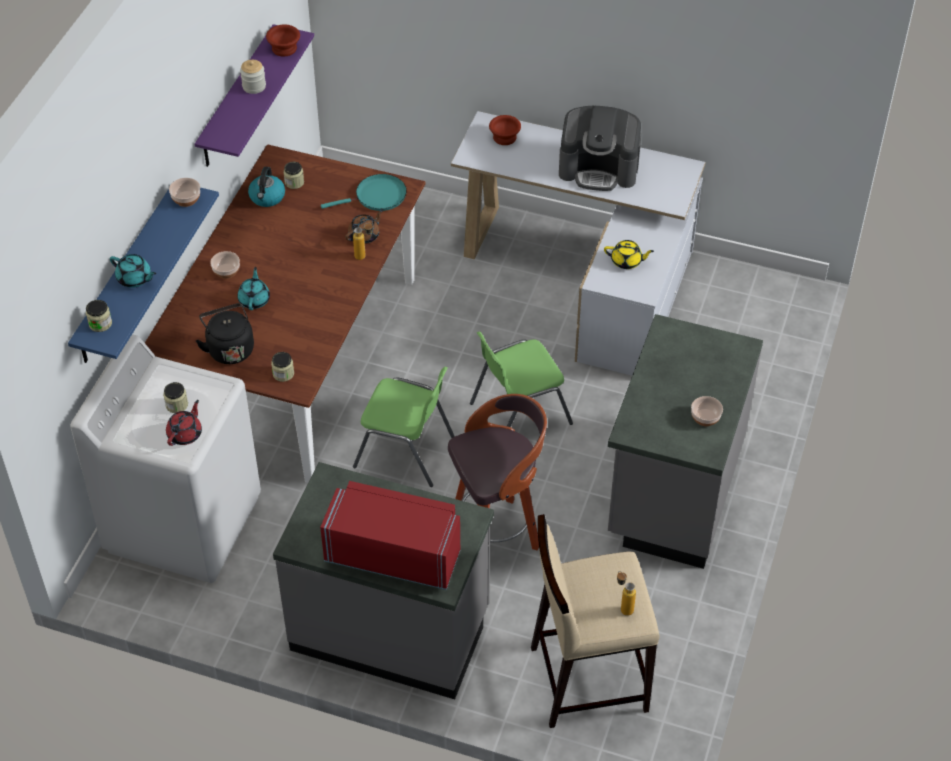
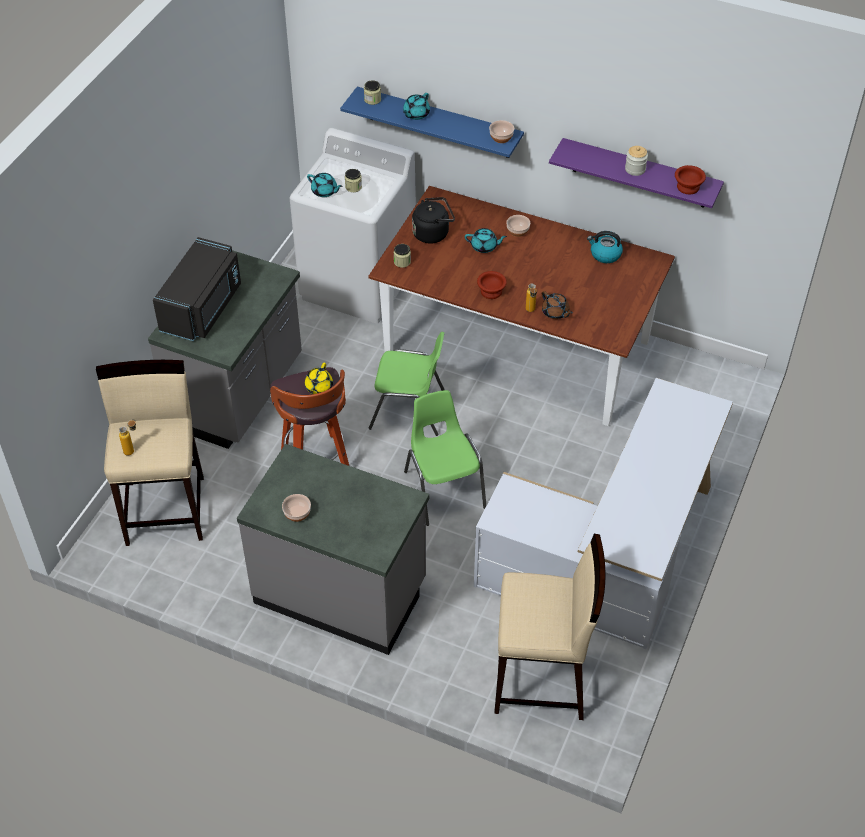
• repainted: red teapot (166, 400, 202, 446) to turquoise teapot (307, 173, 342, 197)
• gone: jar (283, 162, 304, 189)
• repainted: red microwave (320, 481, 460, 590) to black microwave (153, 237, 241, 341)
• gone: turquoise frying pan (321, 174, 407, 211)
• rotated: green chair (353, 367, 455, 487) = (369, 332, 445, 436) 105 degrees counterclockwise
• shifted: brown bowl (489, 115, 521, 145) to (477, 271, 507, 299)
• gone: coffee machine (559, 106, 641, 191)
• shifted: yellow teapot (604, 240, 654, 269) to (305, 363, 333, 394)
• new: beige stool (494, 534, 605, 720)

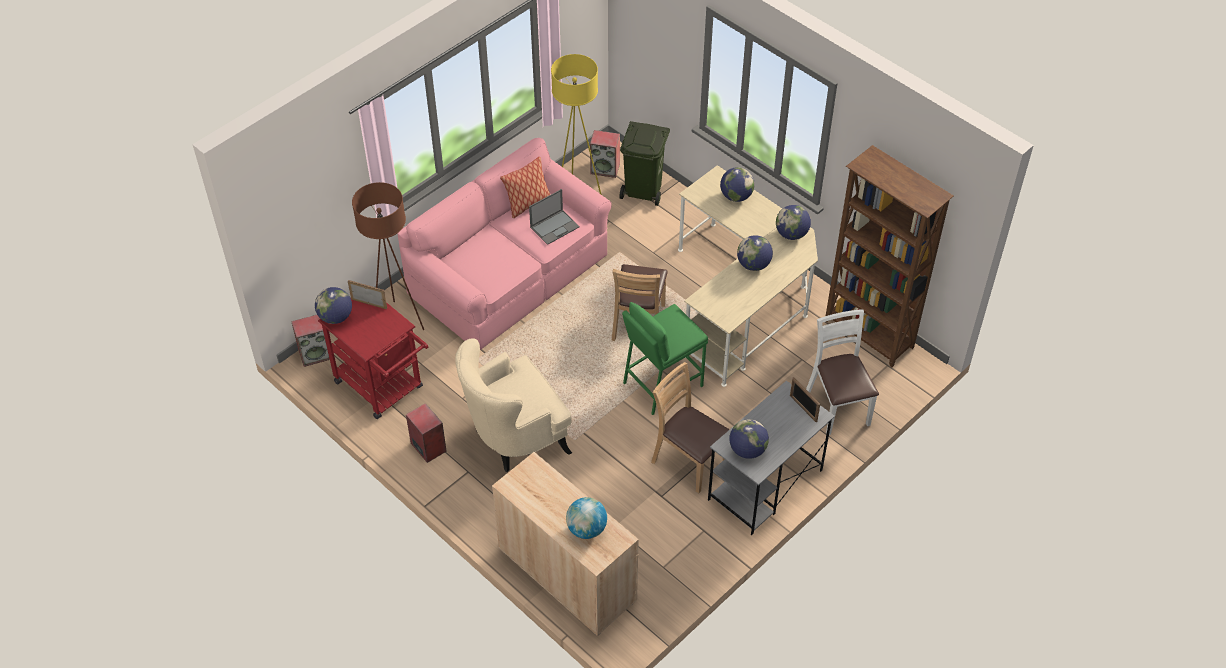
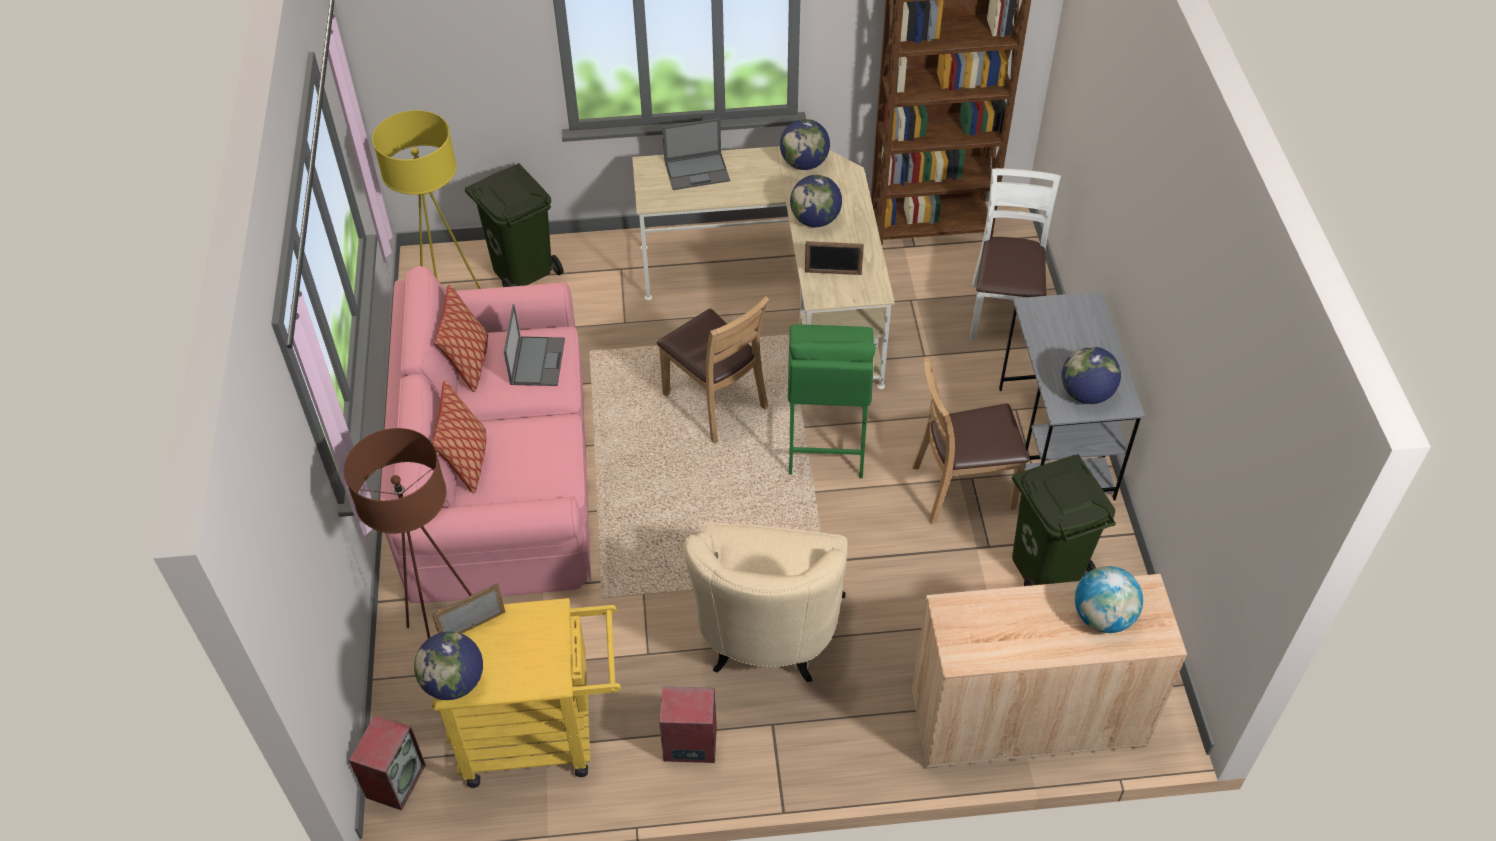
• repainted: red cart (318, 300, 428, 419) to yellow cart (432, 598, 621, 788)
• gone: speaker (590, 130, 620, 178)
• swapped: globe (720, 167, 755, 202) to laptop (662, 118, 730, 190)
• shifted: picture frame (790, 377, 820, 422) to (805, 241, 864, 275)
• rotated: white chair (806, 310, 879, 435) = (970, 168, 1061, 341) 75 degrees clockwise
• new: pillow (432, 381, 486, 493)
• new: green trash can (1012, 454, 1116, 586)

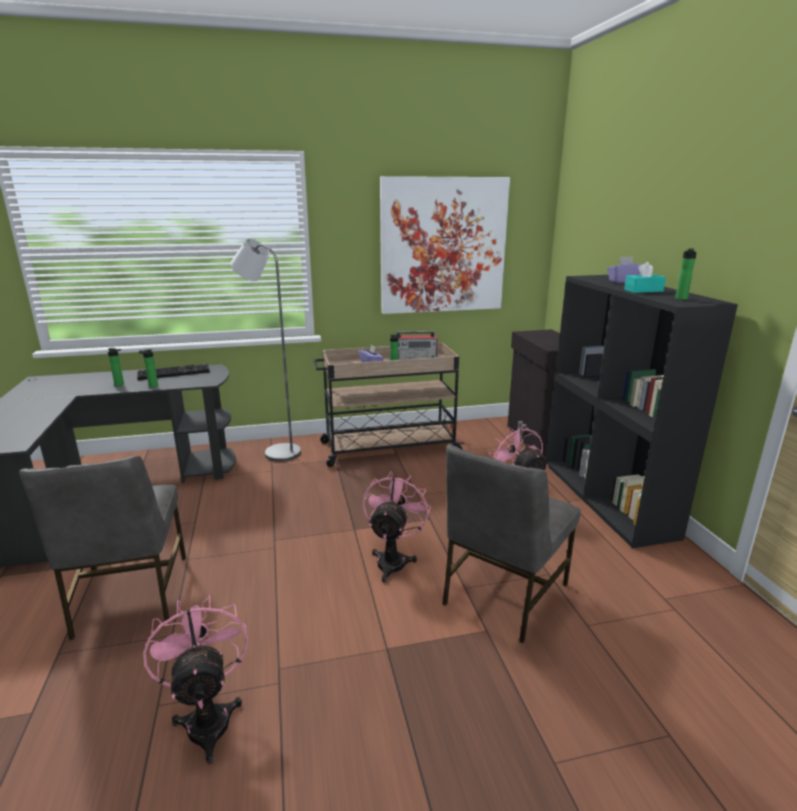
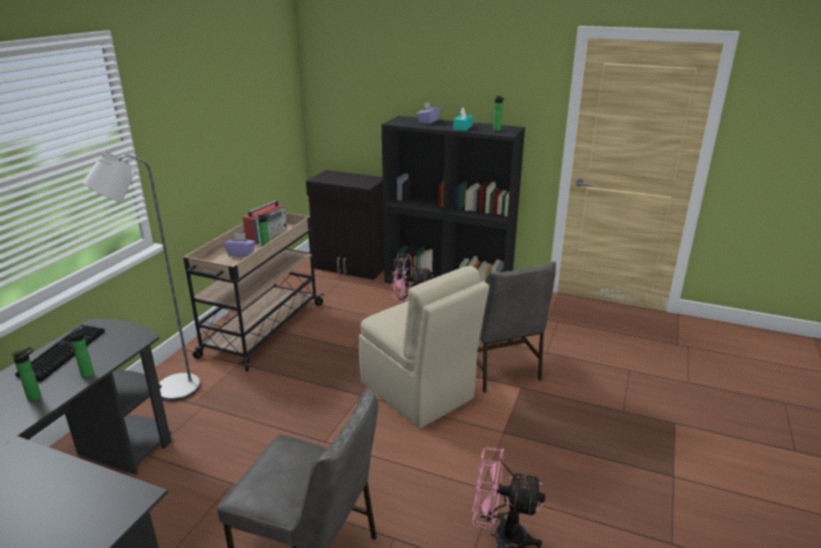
• swapped: pink fan (363, 472, 431, 582) to beige chair (359, 266, 489, 428)
• gone: picture (380, 176, 510, 314)

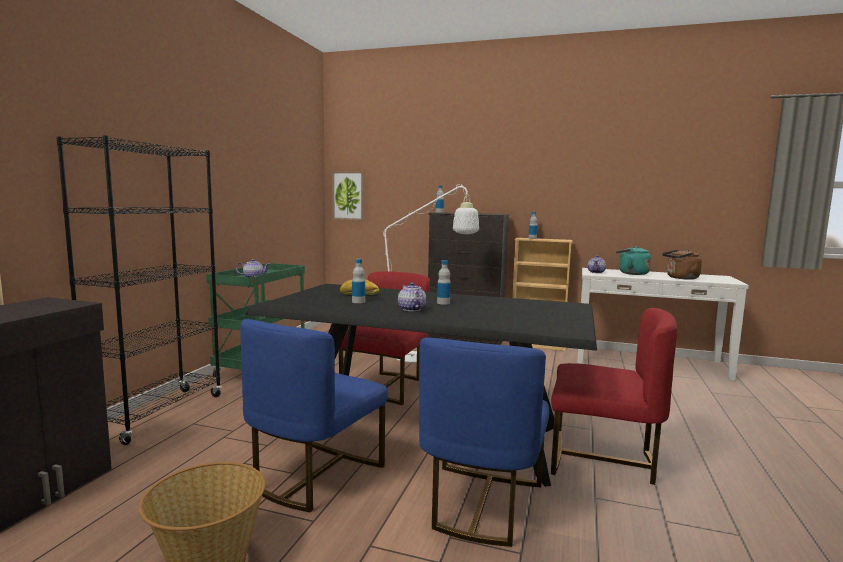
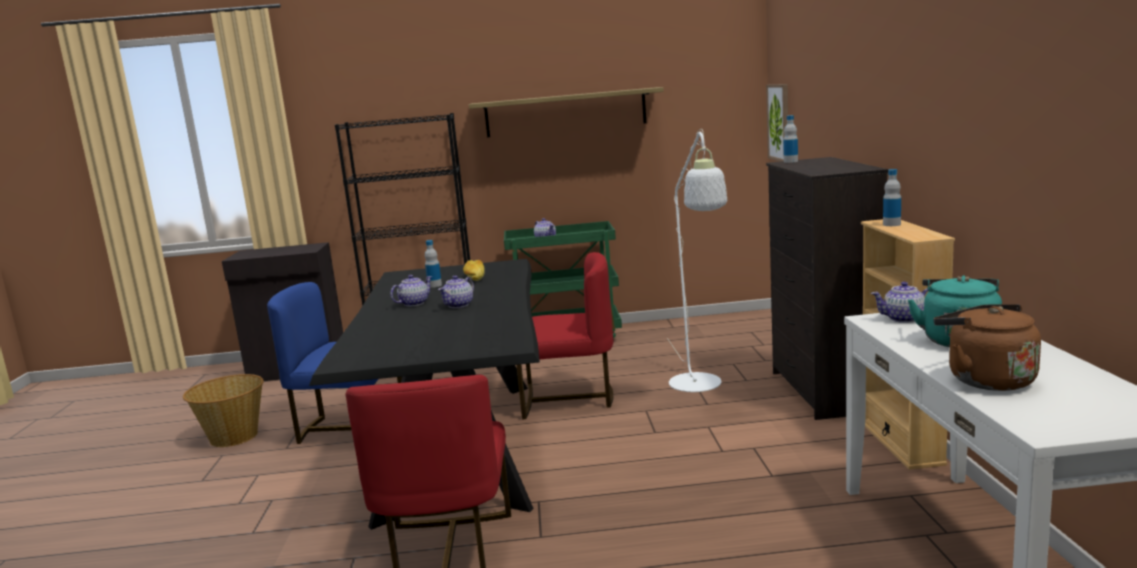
• gone: blue chair (419, 338, 549, 547)
• swapped: bottle (437, 260, 451, 305) to teapot (438, 275, 474, 308)
• new: shelf (469, 87, 664, 137)

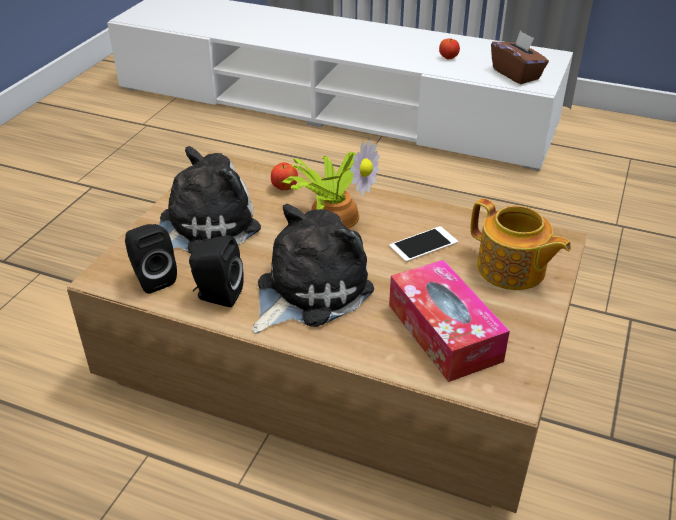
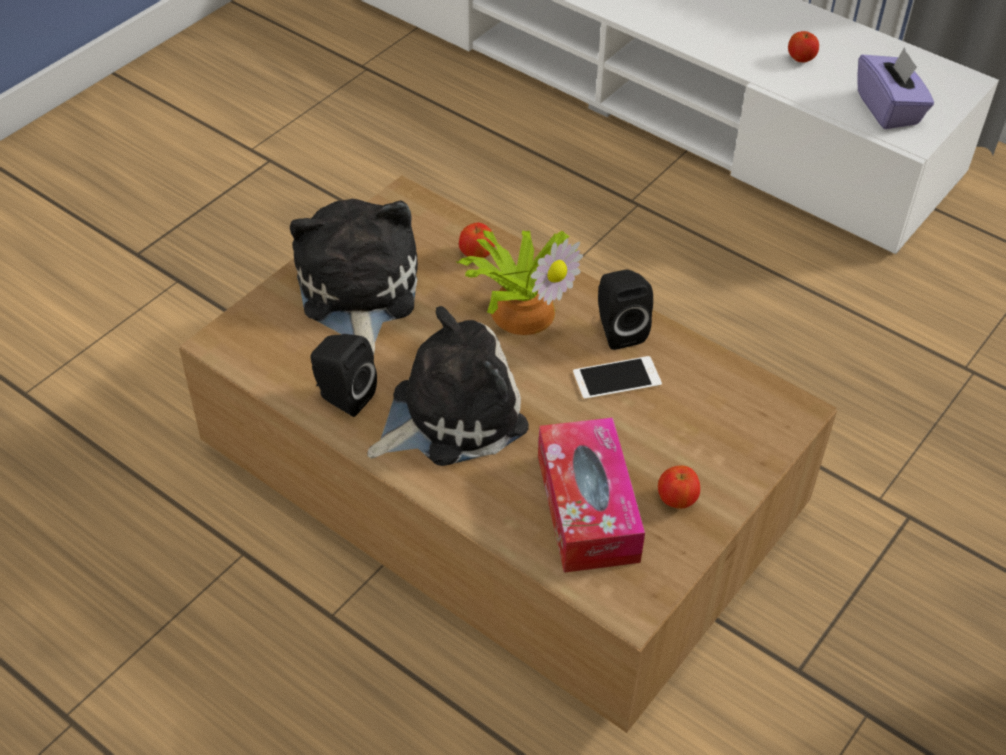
• shifted: black speaker (125, 224, 177, 294) to (598, 270, 653, 350)
• rotated: plush toy (159, 146, 261, 254) = (290, 199, 418, 355) 75 degrees counterclockwise
• gone: teapot (470, 198, 572, 290)
• repainted: brown tissue box (491, 30, 549, 84) to purple tissue box (857, 47, 934, 129)
• new: apple (658, 466, 700, 509)

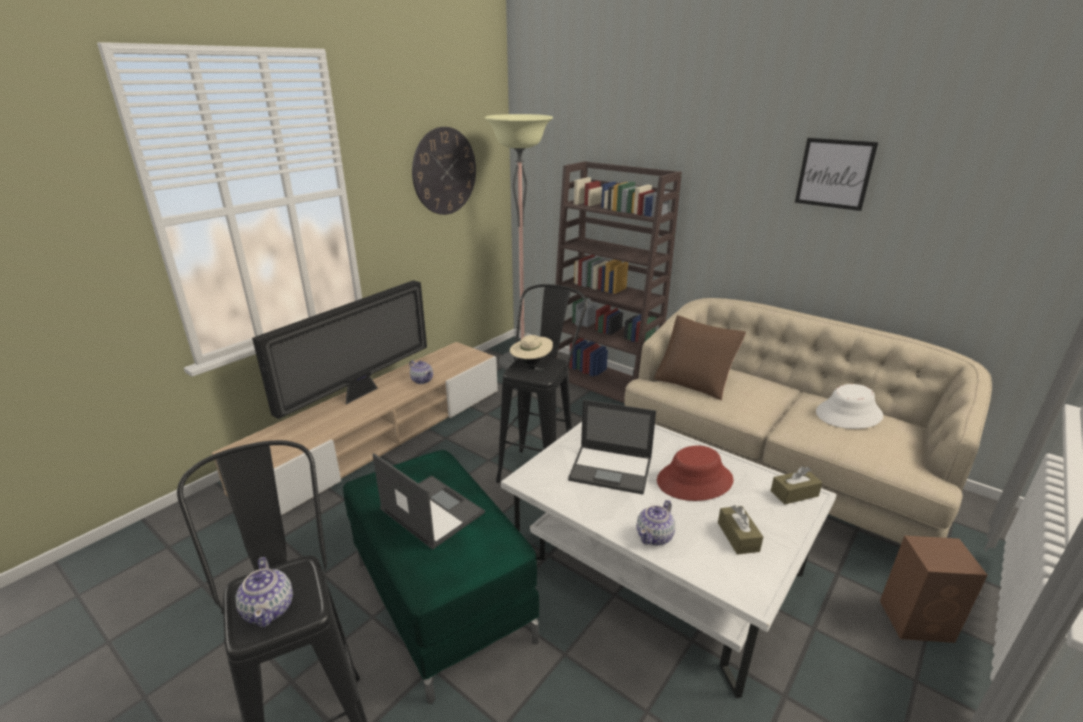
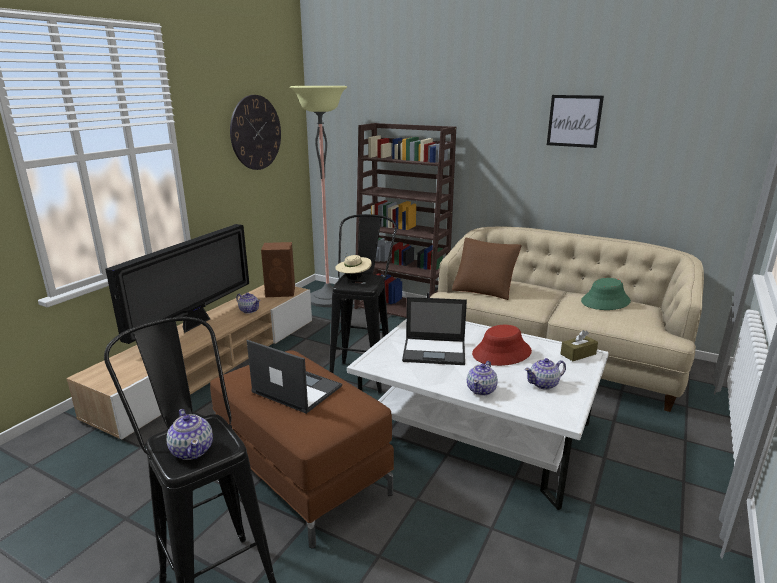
• repainted: green ottoman (343, 450, 539, 704) to brown ottoman (210, 350, 394, 549)
• swapped: brown tissue box (718, 505, 763, 555) to teapot (525, 358, 566, 390)
• repainted: white hat (816, 384, 883, 429) to green hat (581, 278, 631, 310)
• shifted: brown speaker (880, 536, 988, 643) to (261, 242, 295, 297)

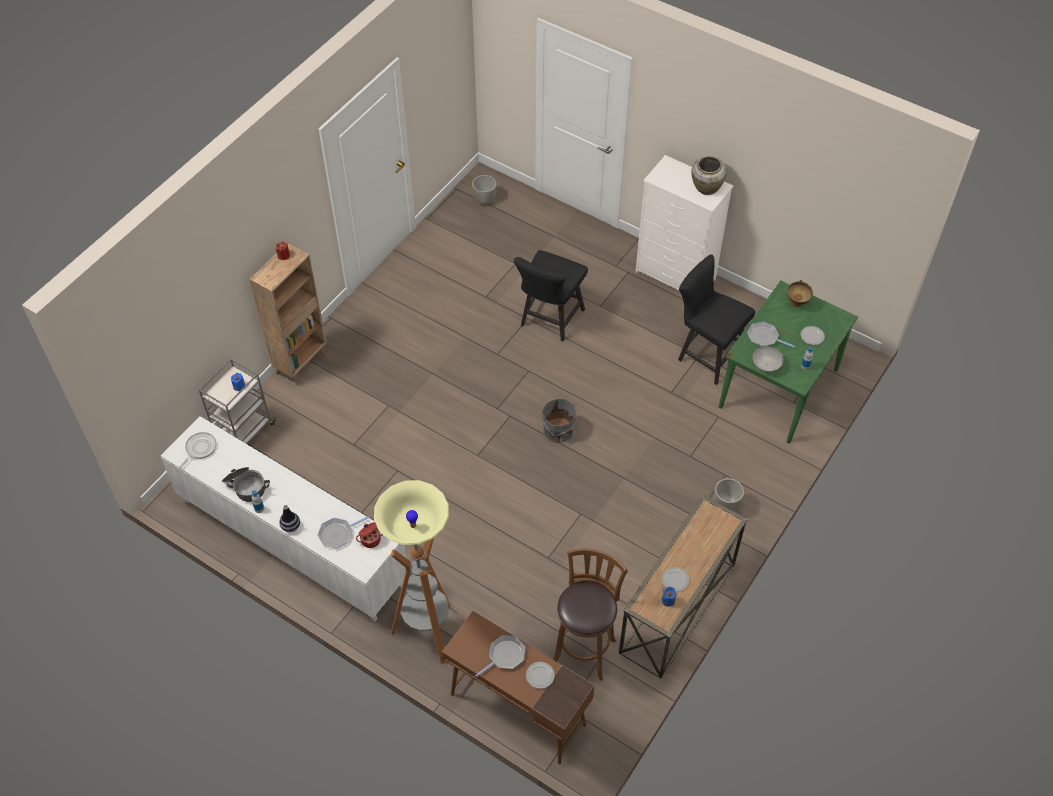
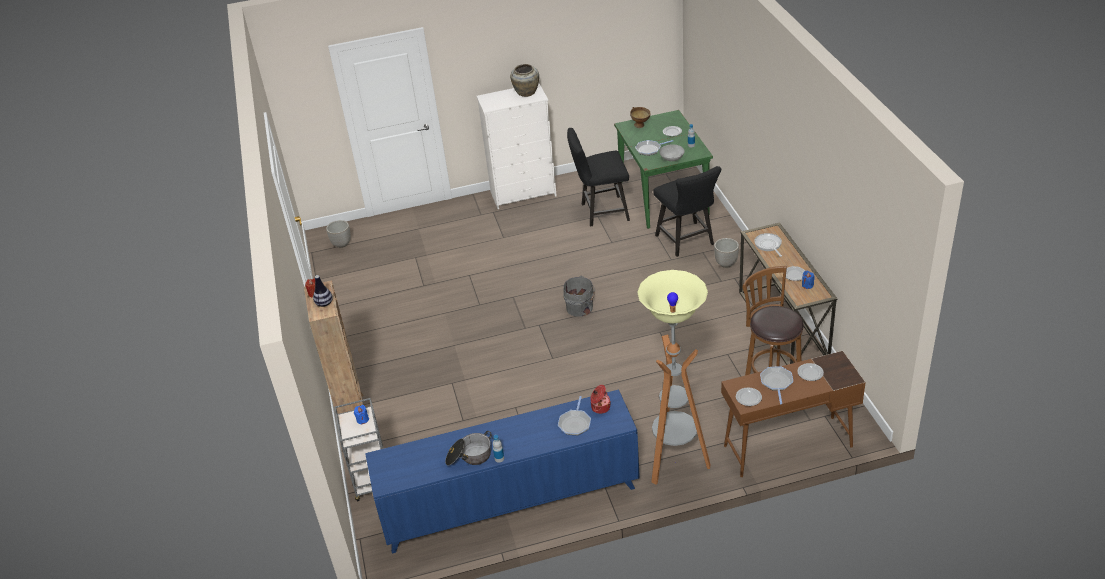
• repainted: white cabinet (161, 416, 406, 621) to blue cabinet (365, 389, 640, 554)
• shifted: frying pan (179, 432, 216, 468) to (754, 233, 782, 257)
• shifted: vase (279, 505, 300, 532) to (313, 275, 333, 307)
• shifted: black chair (514, 250, 588, 341) to (653, 166, 721, 257)
• new: plate (736, 387, 762, 406)

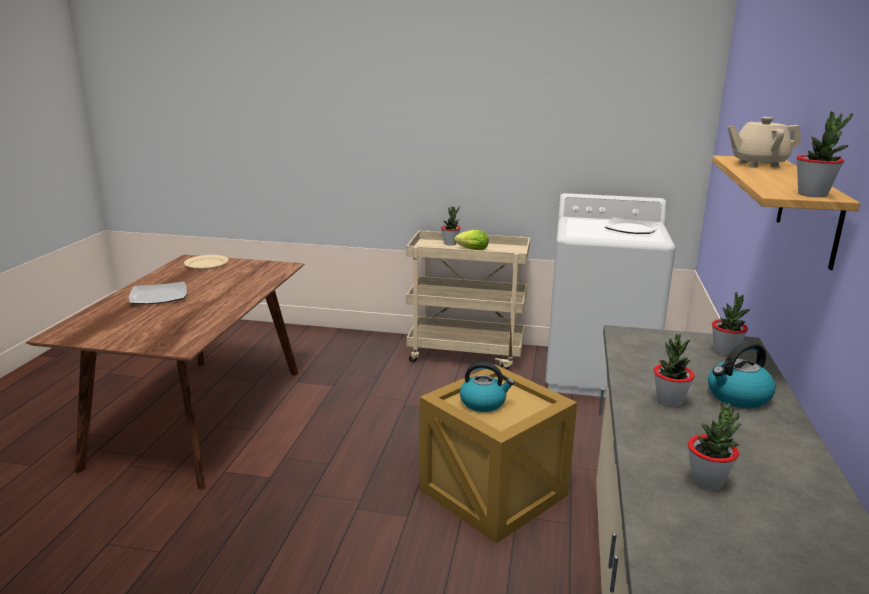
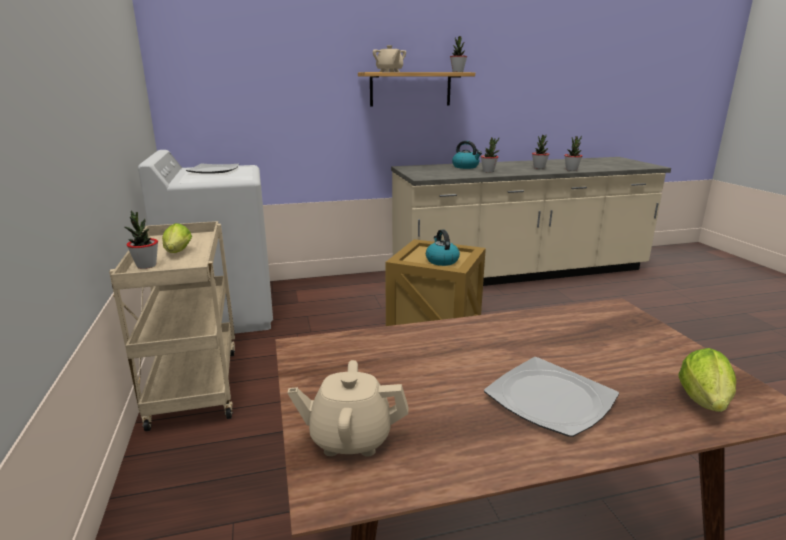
• swapped: beige plate (184, 255, 229, 269) to beige teapot (287, 360, 409, 457)
• shifted: potted plant (712, 292, 750, 356) to (564, 136, 582, 171)
• new: lettuce (678, 348, 736, 412)

